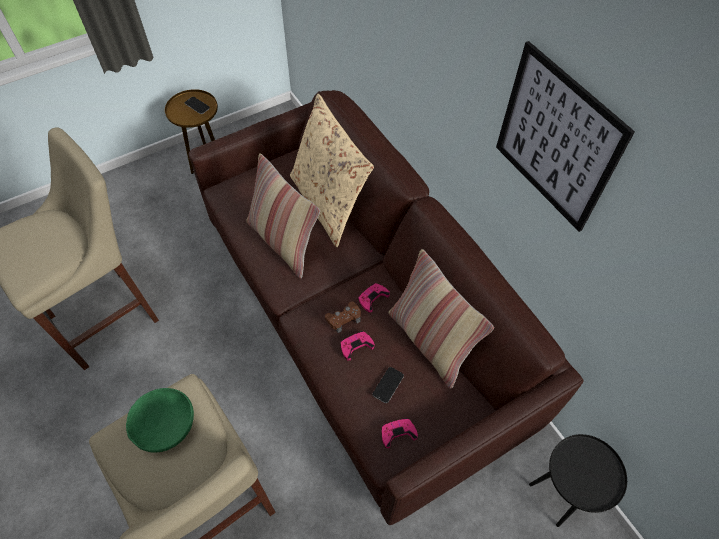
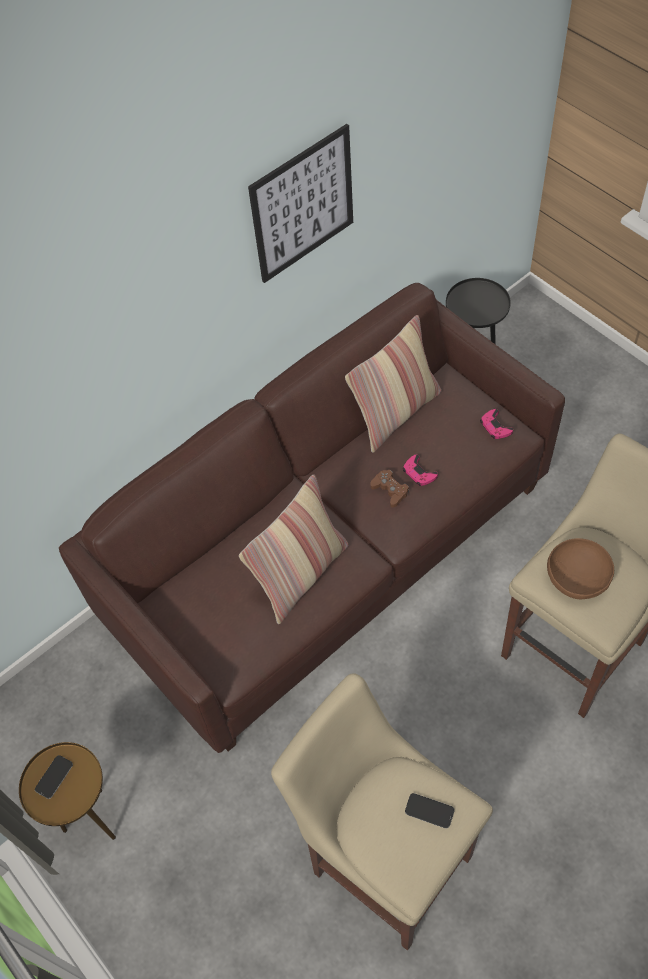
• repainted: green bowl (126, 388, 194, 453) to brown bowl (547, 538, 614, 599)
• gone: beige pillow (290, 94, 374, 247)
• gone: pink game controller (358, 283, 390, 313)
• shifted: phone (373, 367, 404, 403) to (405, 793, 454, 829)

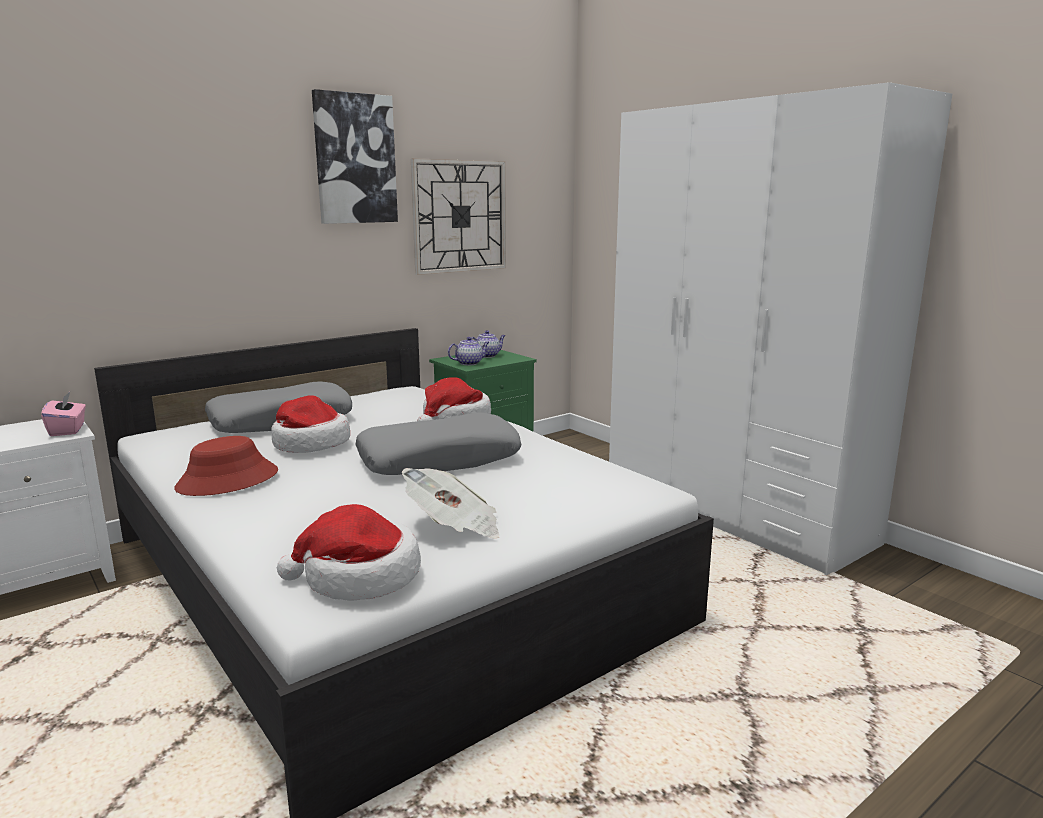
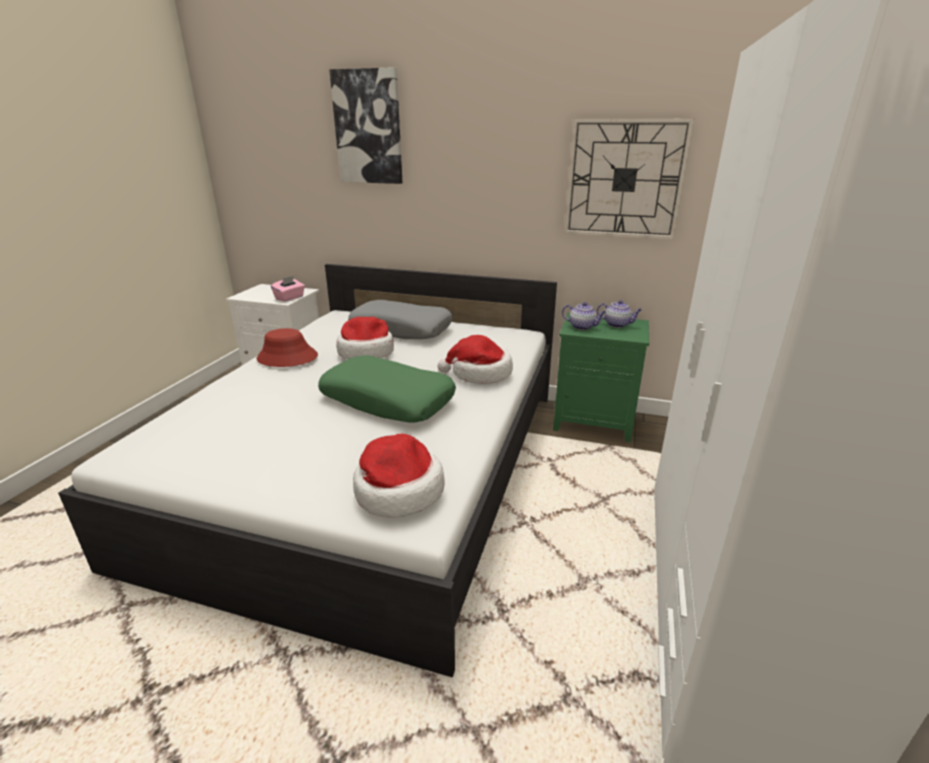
• shifted: hat (277, 504, 421, 601) to (353, 434, 445, 518)
• shifted: picture (312, 89, 398, 224) to (329, 67, 402, 184)
• repainted: grey pillow (356, 412, 521, 475) to green pillow (318, 355, 456, 422)
• gone: newspaper (402, 468, 499, 539)

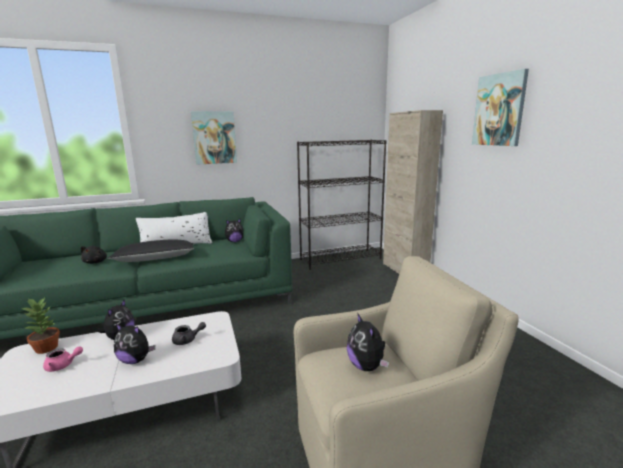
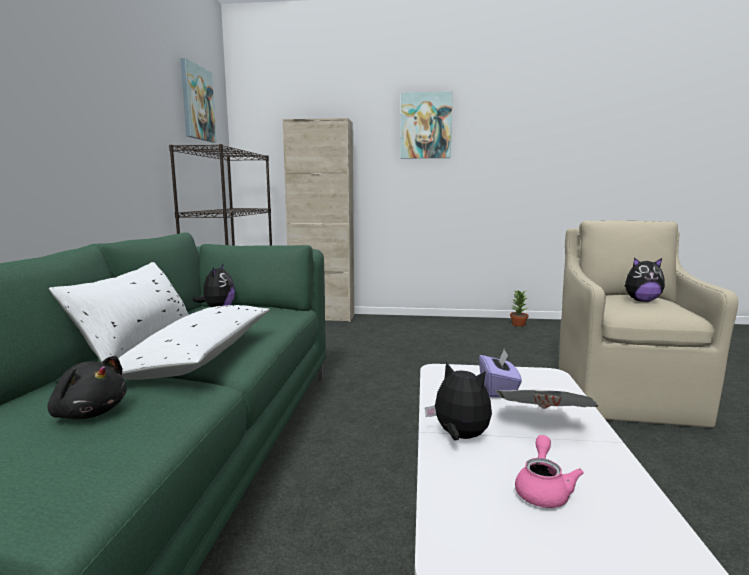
• shifted: potted plant (21, 298, 60, 354) to (510, 291, 528, 327)
• repainted: black pillow (108, 239, 194, 262) to white pillow (118, 305, 270, 380)
• swapped: plush toy (114, 324, 155, 364) to newspaper (494, 390, 598, 409)
• swapped: grey teapot (172, 322, 206, 345) to purple tissue box (479, 349, 522, 398)
• shifted: picture (191, 111, 237, 165) to (180, 58, 216, 142)

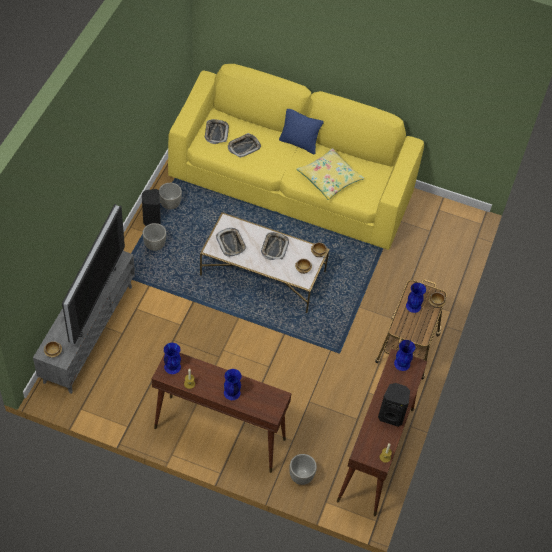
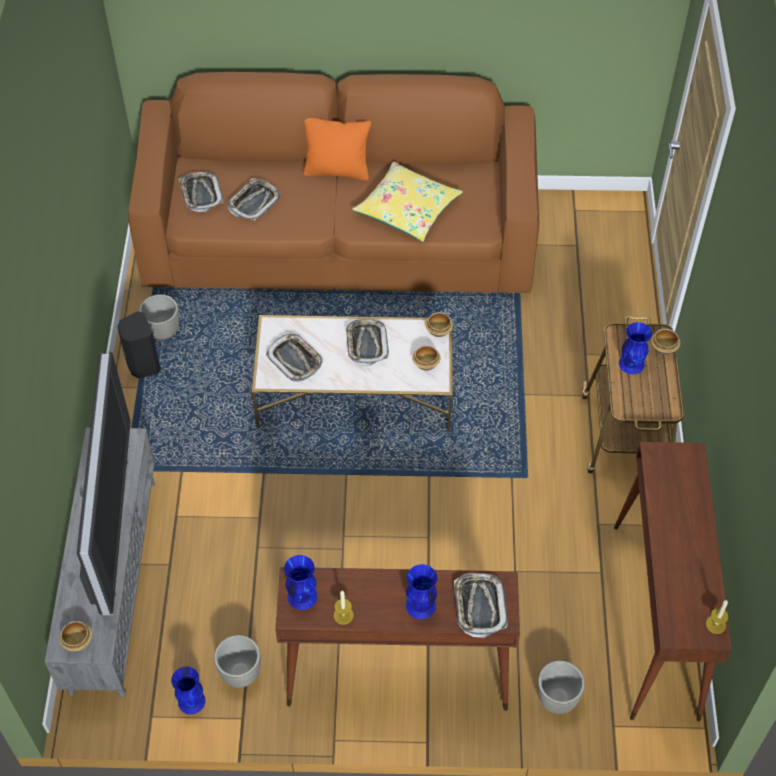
• shifted: grey planter (142, 223, 166, 251) to (214, 635, 261, 688)
• repainted: yellow sofa (168, 64, 424, 250) to brown sofa (128, 72, 539, 293)
• repainted: blue pillow (279, 109, 324, 154) to orange pillow (303, 118, 371, 181)
• gone: black speaker (378, 383, 410, 427)
• shifted: blue vase (394, 340, 415, 371) to (171, 667, 205, 715)
• new: tray (454, 573, 508, 638)

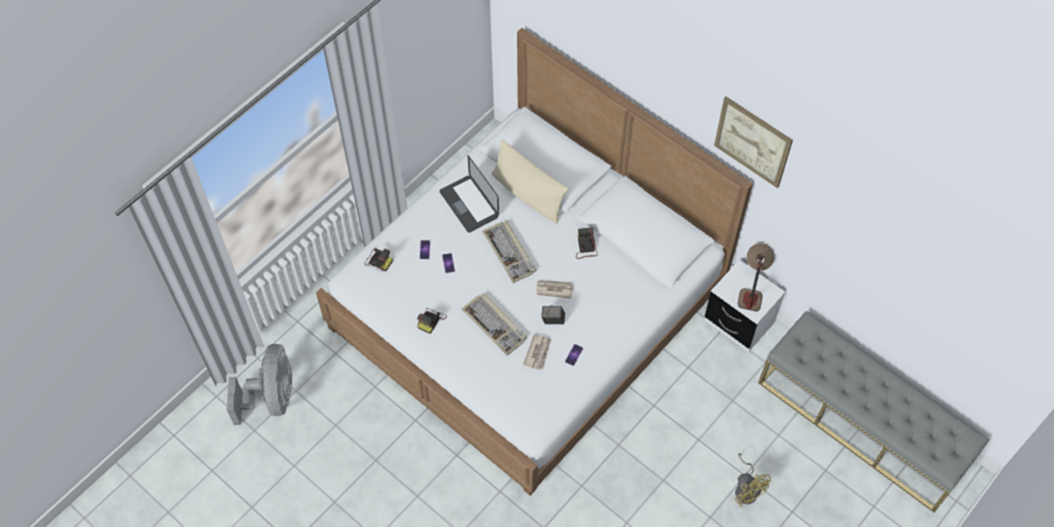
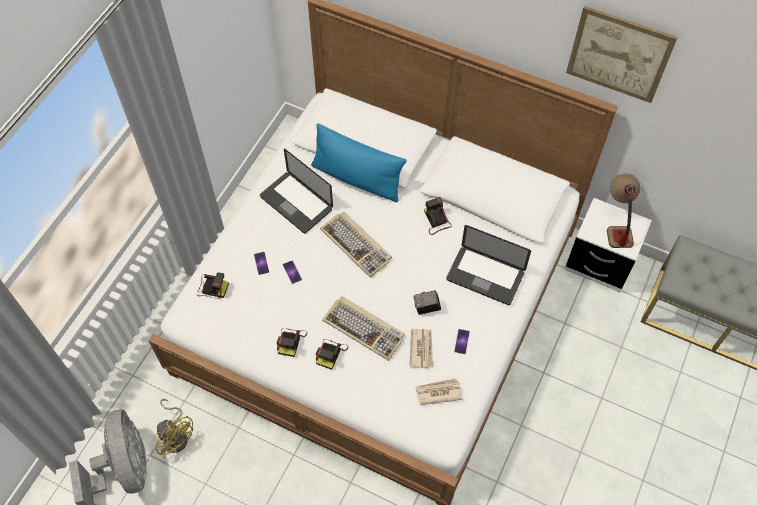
• repainted: beige pillow (492, 140, 569, 224) to blue pillow (311, 123, 406, 203)
• shifted: newspaper (536, 281, 573, 299) to (415, 378, 462, 405)
• shifted: yellow fan (735, 453, 771, 507) to (155, 399, 193, 458)
• new: photo camera (316, 339, 348, 370)
• new: laptop (446, 225, 531, 305)

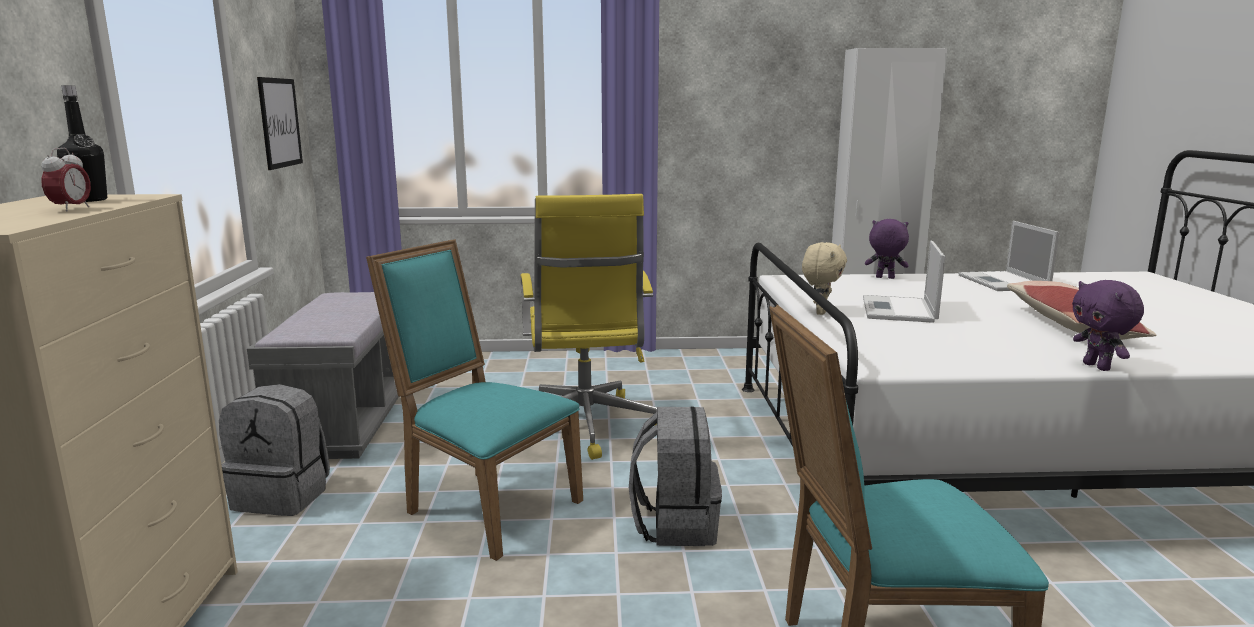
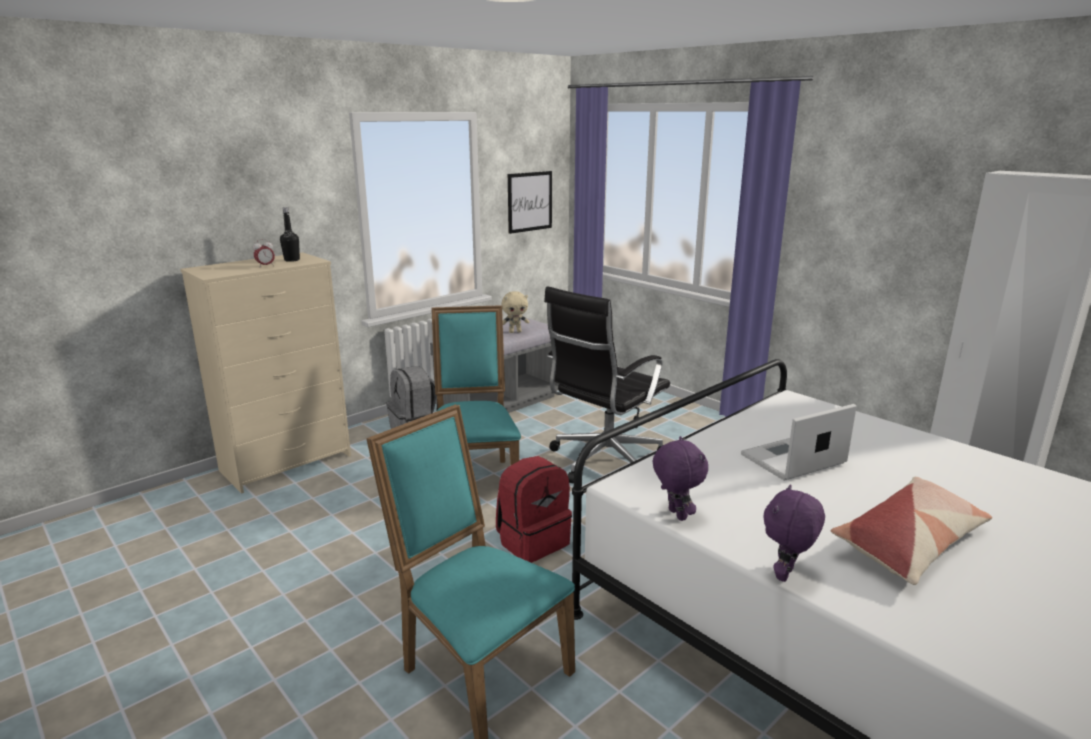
• repainted: yellow office chair (521, 194, 657, 460) to black office chair (544, 286, 670, 484)
• repainted: grey backpack (629, 406, 722, 546) to red backpack (496, 456, 572, 563)
• shifted: beige plush toy (802, 242, 847, 315) to (501, 291, 529, 333)
• shifted: purple plush toy (865, 219, 909, 279) to (653, 436, 708, 521)
• gone: laptop (958, 221, 1059, 291)

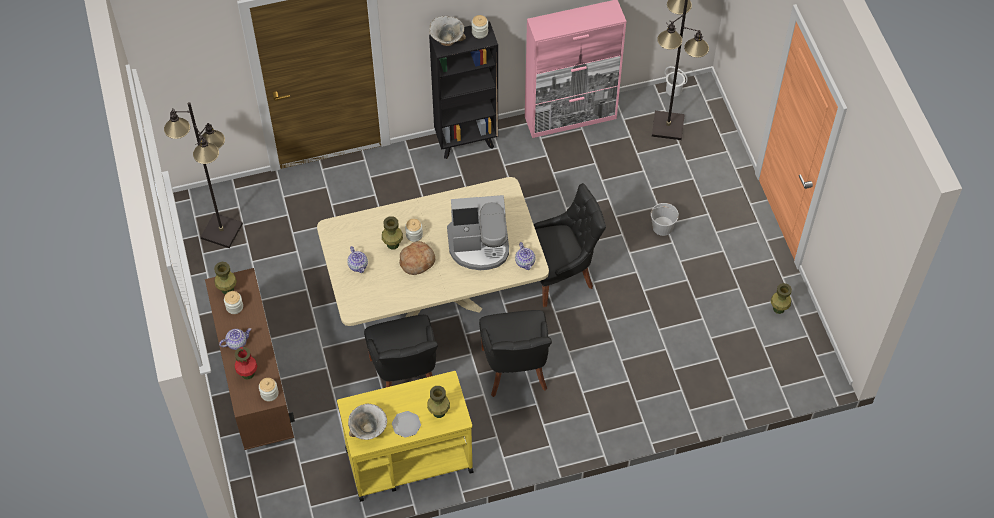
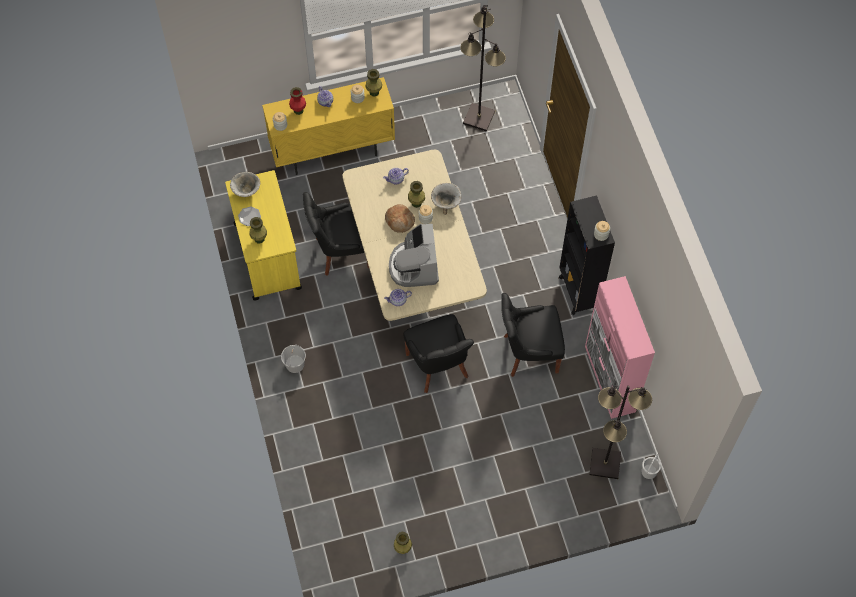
• repainted: brown cabinet (205, 268, 295, 450) to yellow cabinet (262, 77, 395, 175)
• shifted: bowl (429, 16, 466, 46) to (431, 183, 462, 215)
• shifted: black chair (479, 310, 552, 397) to (501, 293, 565, 377)
• shifted: white bucket (651, 203, 679, 236) to (281, 344, 306, 373)

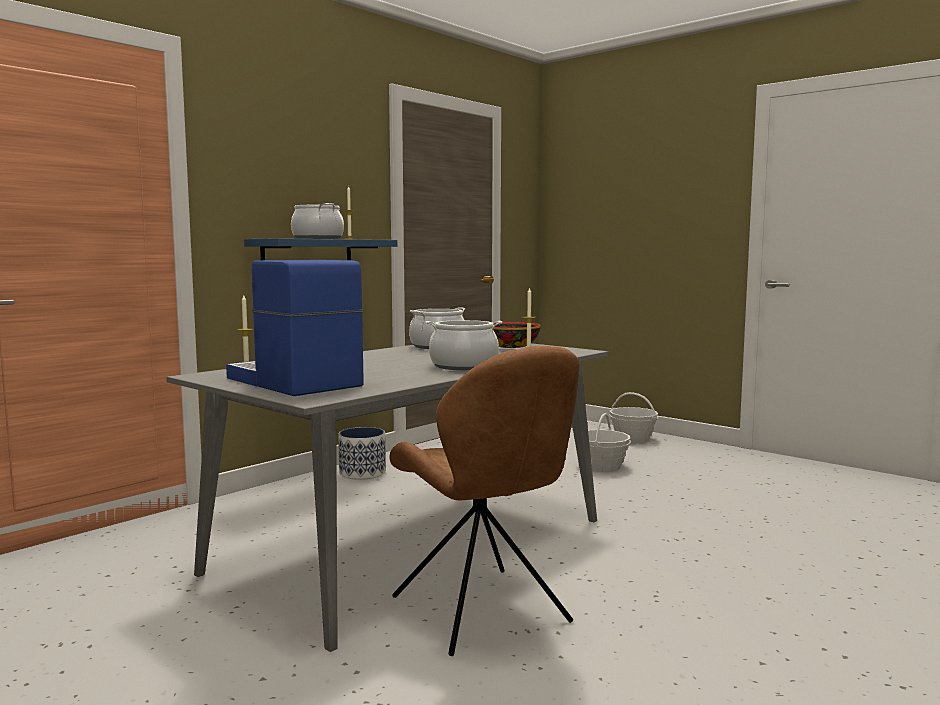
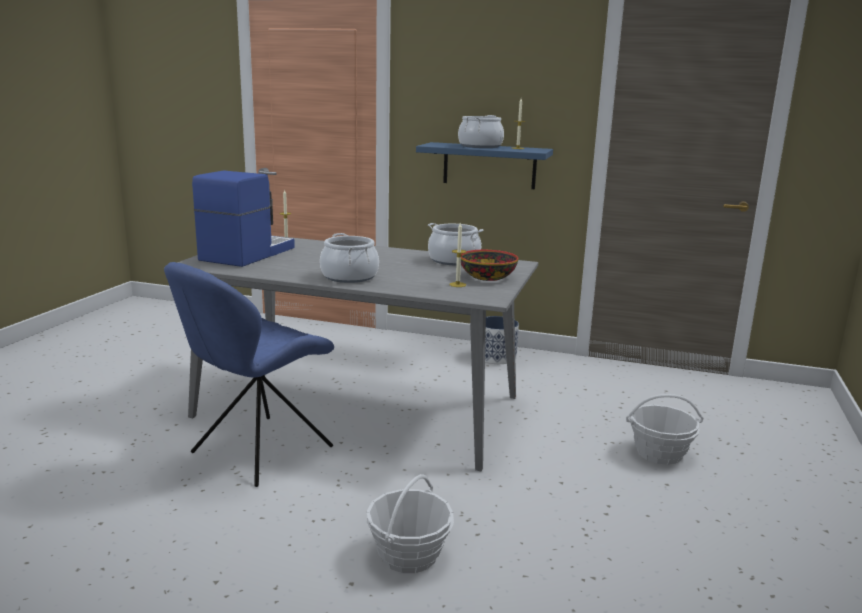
• repainted: brown chair (389, 346, 580, 656) to blue chair (164, 262, 334, 487)
• shifted: basket (609, 392, 658, 443) to (366, 474, 454, 573)

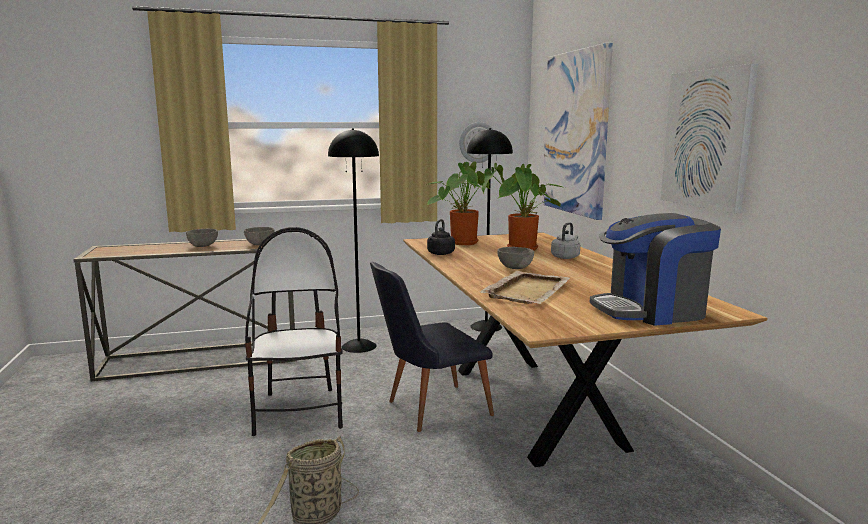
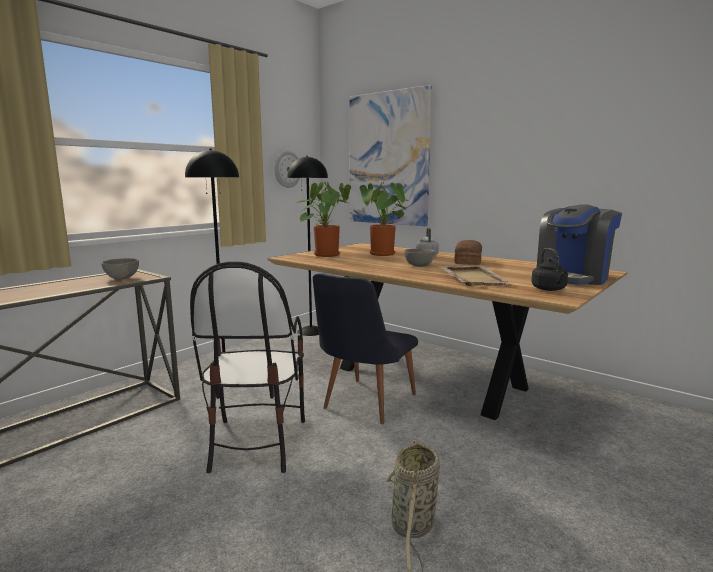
• gone: grey bowl (186, 229, 218, 247)
• rotated: chair (245, 227, 343, 436) = (190, 262, 305, 473) 135 degrees counterclockwise
• shifted: black kettle (427, 219, 455, 255) to (531, 248, 568, 291)
• gone: picture (661, 64, 758, 213)
• new: bread (454, 240, 482, 265)

